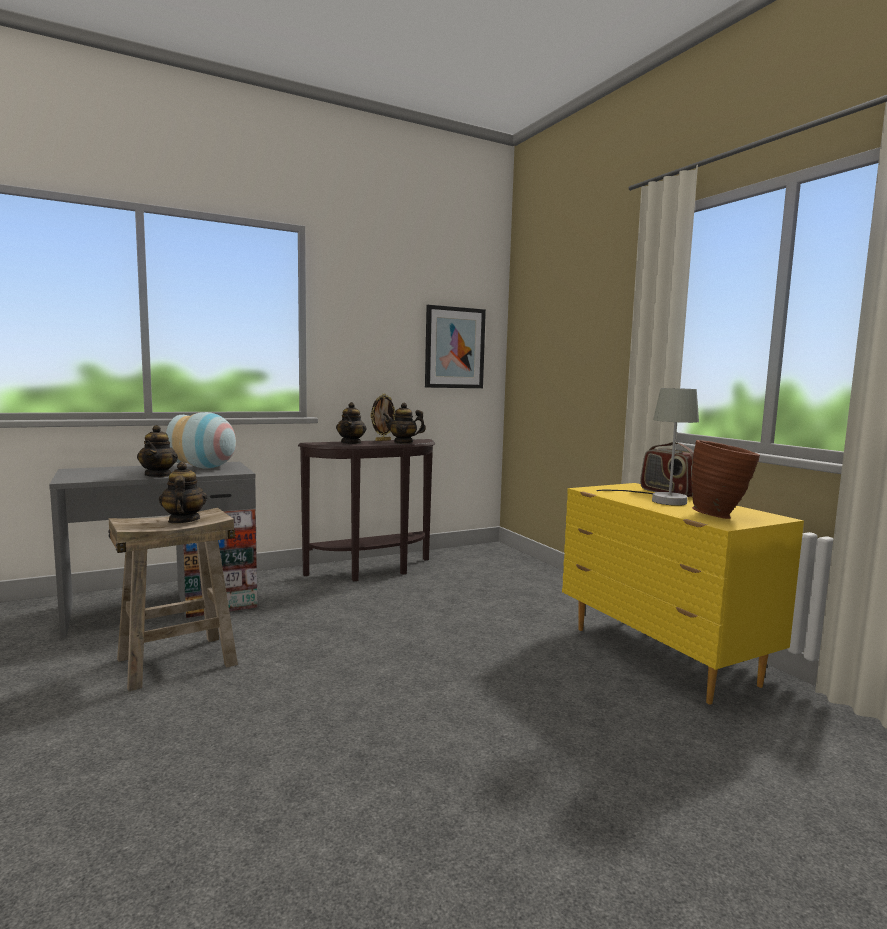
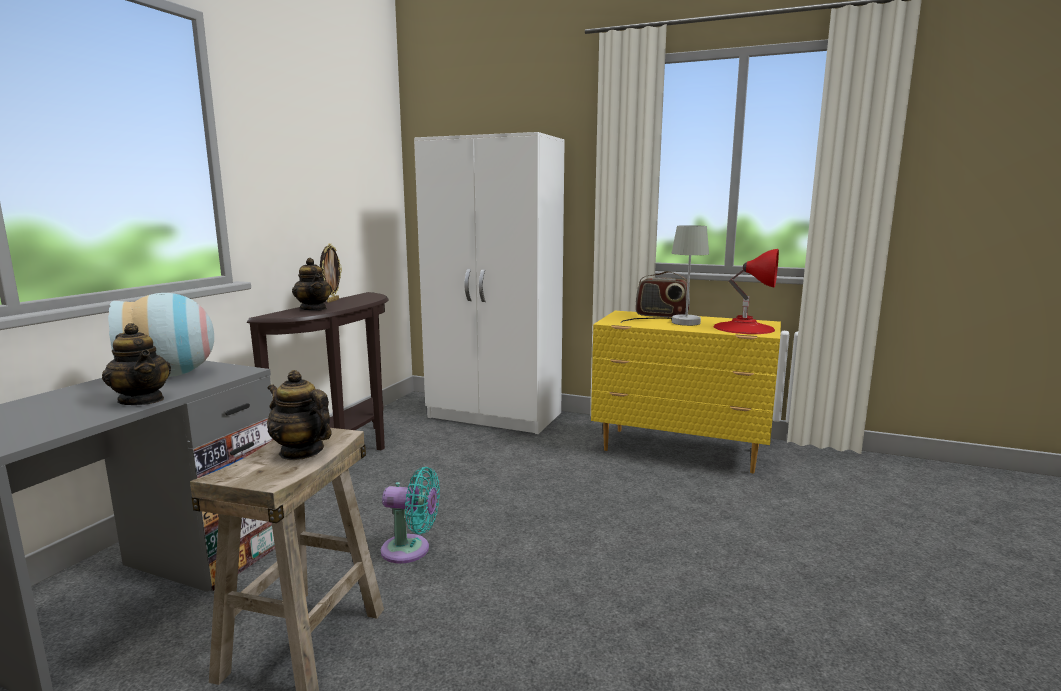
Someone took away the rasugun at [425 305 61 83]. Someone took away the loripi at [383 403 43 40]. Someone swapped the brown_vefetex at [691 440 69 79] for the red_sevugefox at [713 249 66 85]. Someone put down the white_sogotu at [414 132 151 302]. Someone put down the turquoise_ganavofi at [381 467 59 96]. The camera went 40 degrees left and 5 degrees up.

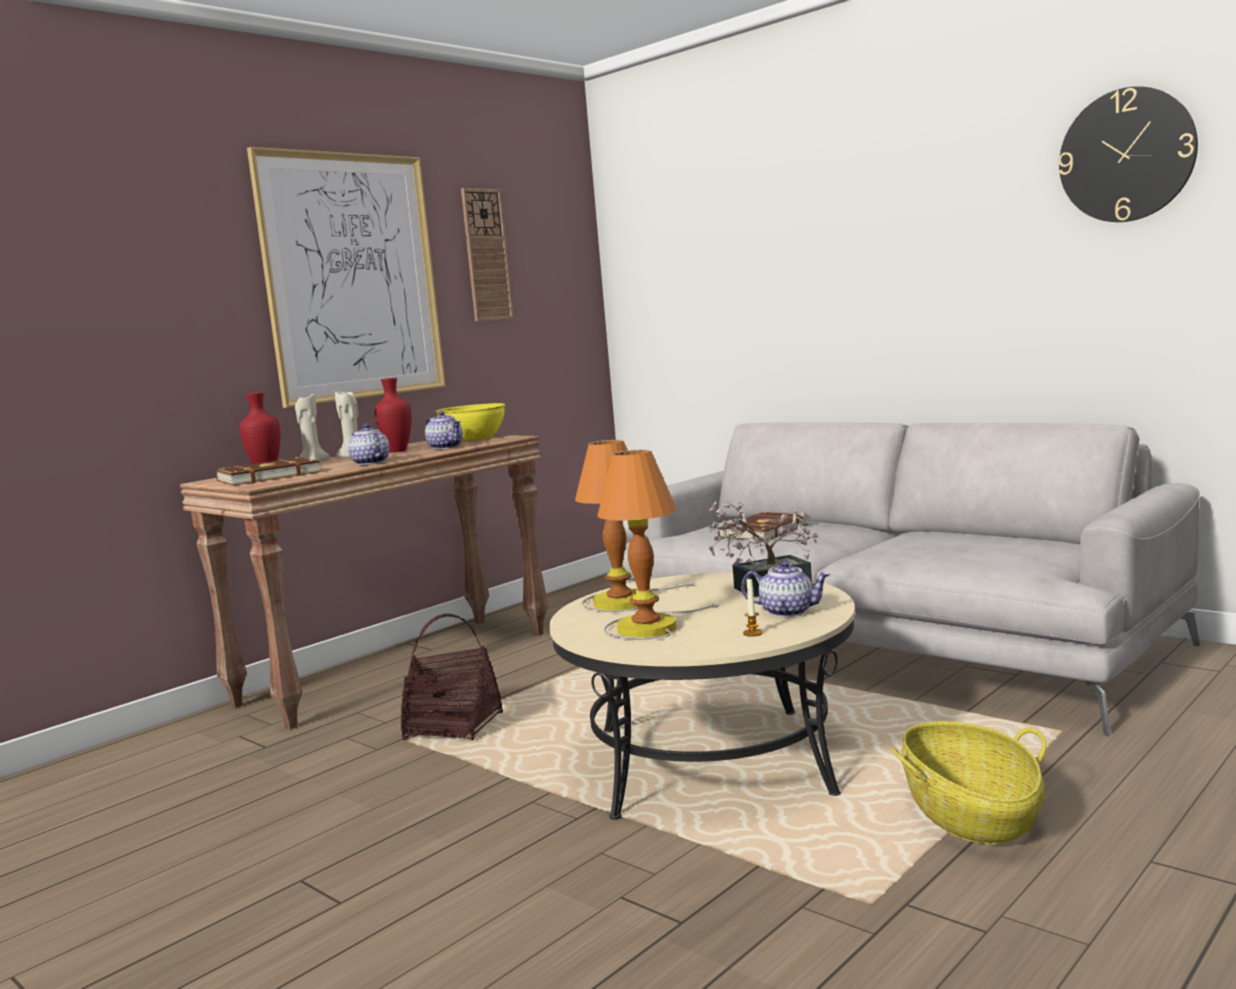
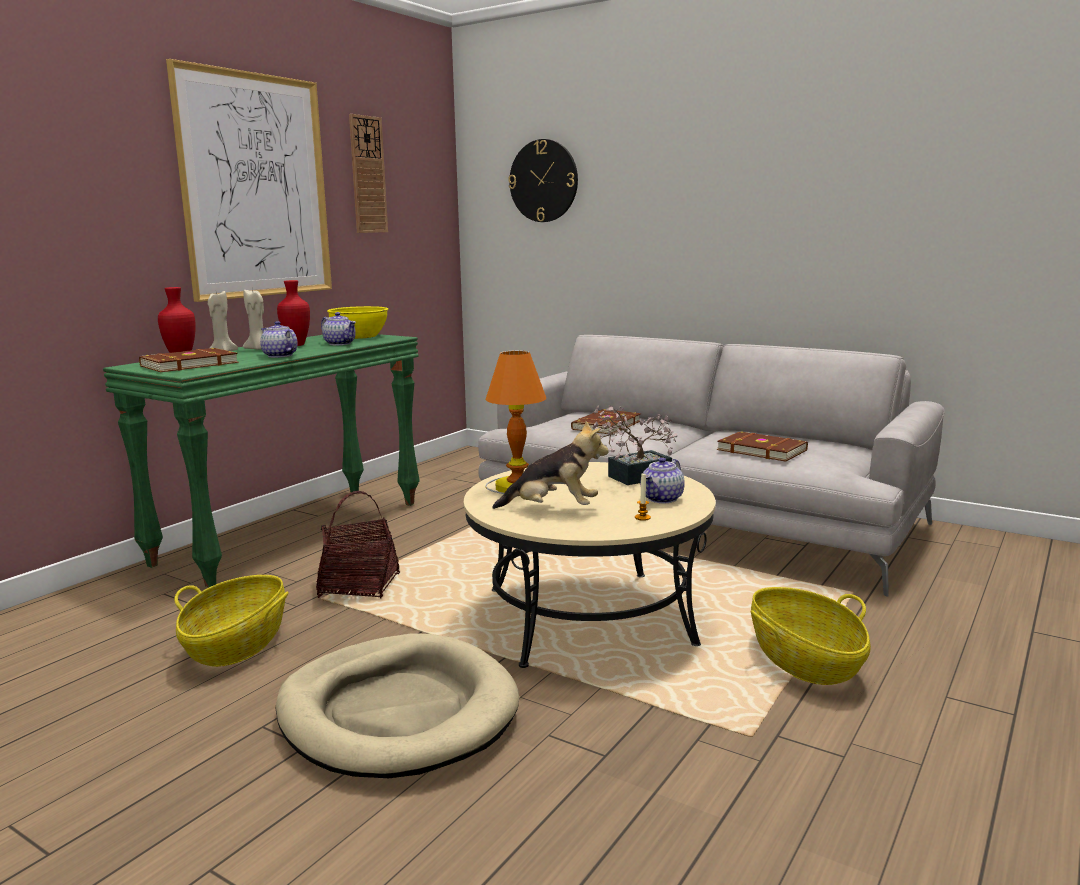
Someone carried the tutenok from [1059 86 139 136] to [508 139 70 83]. Someone repainted the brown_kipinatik at [180 435 369 295], which became the green_kipinatik at [103 334 317 253]. Someone swapped the sevugefox at [597 449 124 191] for the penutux at [492 421 117 88]. Someone rotated the loripi at [741 561 89 56] by 120 degrees clockwise. Someone put down the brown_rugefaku at [717 432 91 30]. Someone put down the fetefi at [174 575 115 92]. Someone put down the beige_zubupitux at [276 634 243 144]. The camera went 10 degrees left and 5 degrees up.

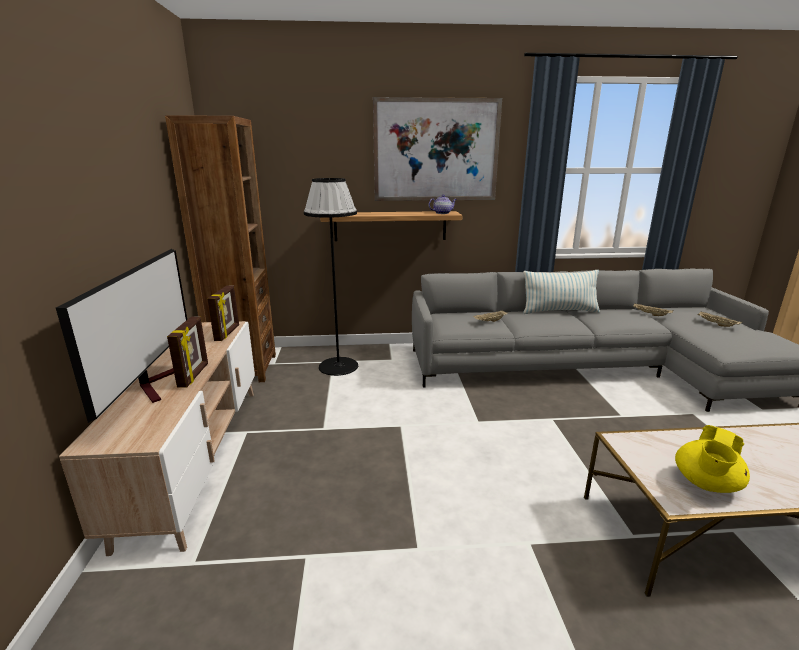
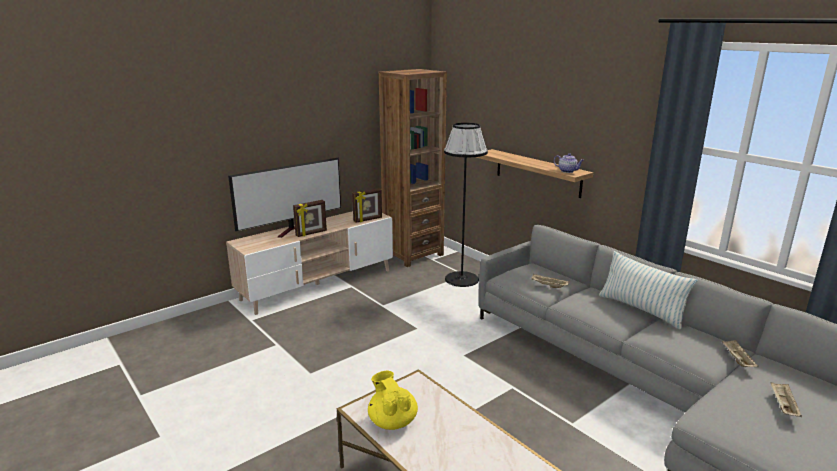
Someone took away the rasugun at [373 97 129 104]. Someone rotated the yellow_loripi at [675 425 75 68] by 60 degrees clockwise. The camera went 55 degrees right and 0 degrees up.

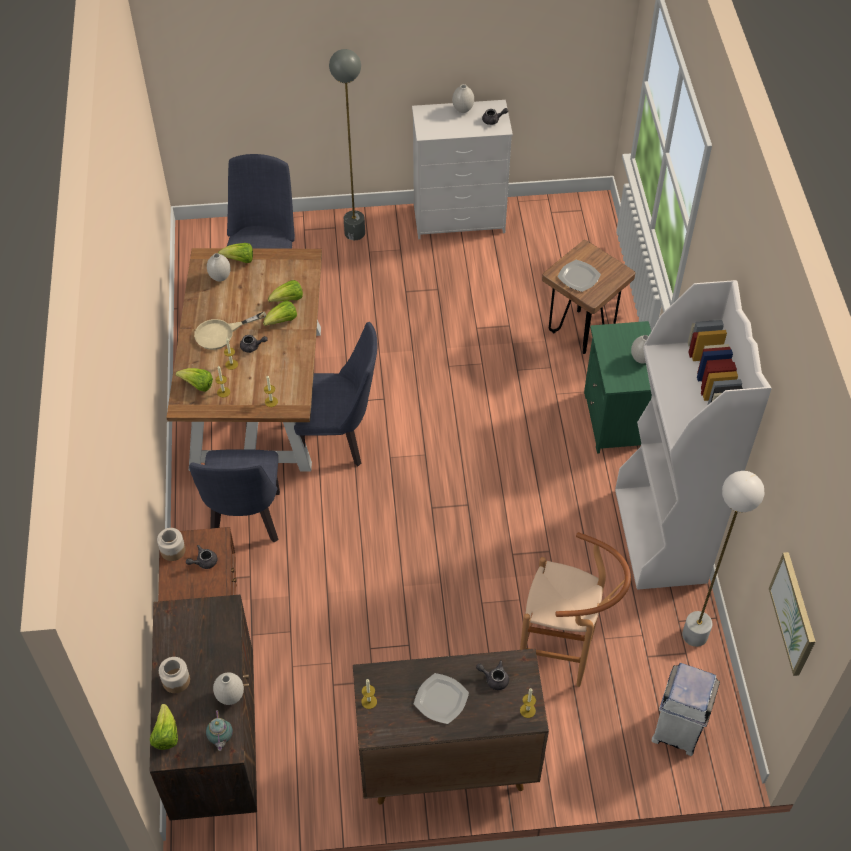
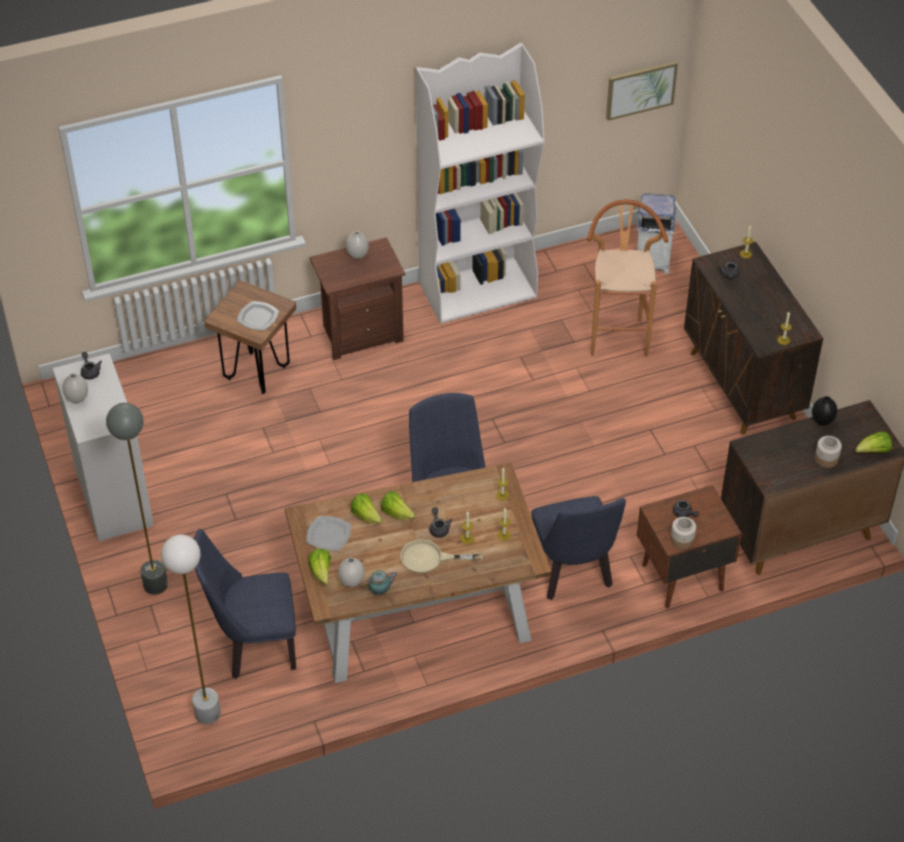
Someone rotated the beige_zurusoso at [194 312 72 38] by 135 degrees clockwise. Someone repainted the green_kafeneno at [584 321 68 133], which became the brown_kafeneno at [310 237 95 123]. Someone took away the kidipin at [176 368 37 24]. Someone rotated the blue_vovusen at [189 449 91 94] by 90 degrees clockwise. Someone carried the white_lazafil from [682 471 82 176] to [161 534 60 190]. Someone repainted the white_vefetex at [213 672 31 33], which became the black_vefetex at [812 396 25 30]. Someone carried the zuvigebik from [414 673 55 51] to [306 516 45 35]. Someone carried the loripi from [206 710 27 41] to [362 570 36 26]. The camera went 105 degrees left and 5 degrees down.

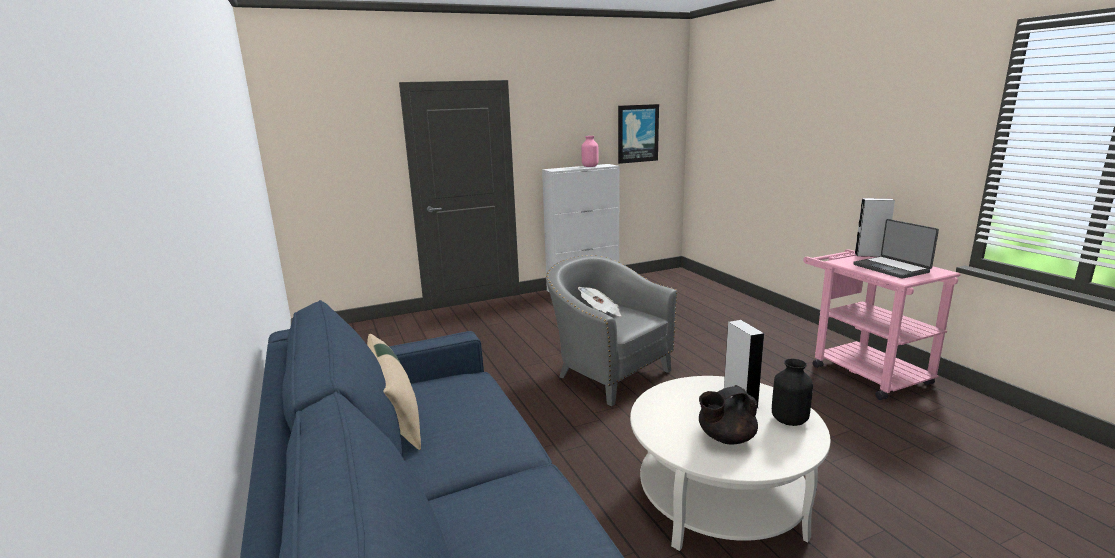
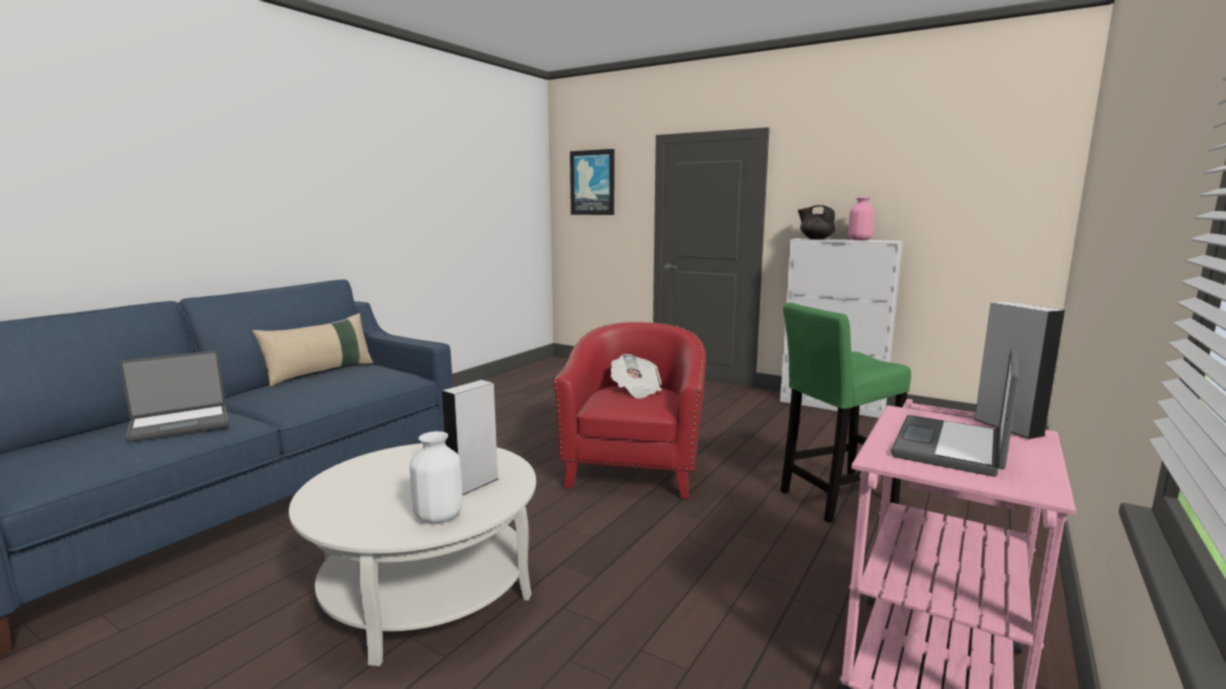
Someone carried the rasugun from [618 104 41 60] to [570 149 44 66]. Someone repainted the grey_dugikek at [546 255 131 151], which became the red_dugikek at [553 322 153 177]. Someone repainted the black_vefetex at [772 358 41 68], which became the white_vefetex at [410 431 53 93]. Someone carried the black_loripi from [699 385 59 60] to [798 205 38 34]. Someone put down the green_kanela at [780 303 131 220]. Someone put down the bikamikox at [120 351 109 91]. The camera went 55 degrees right and 5 degrees down.

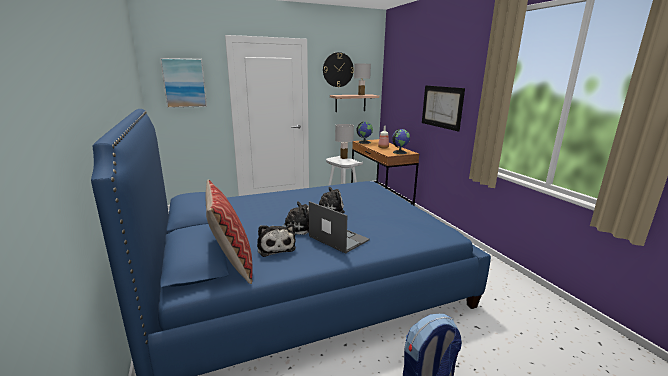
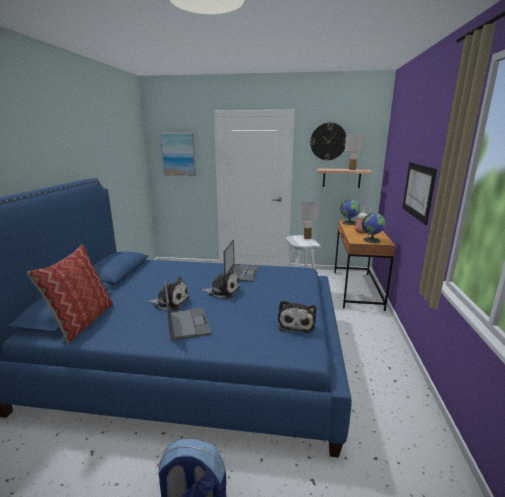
Someone carried the penutux from [257 224 39 33] to [278 300 38 33]. Someone put down the bikamikox at [223 240 36 42]. The camera went 30 degrees right and 0 degrees up.

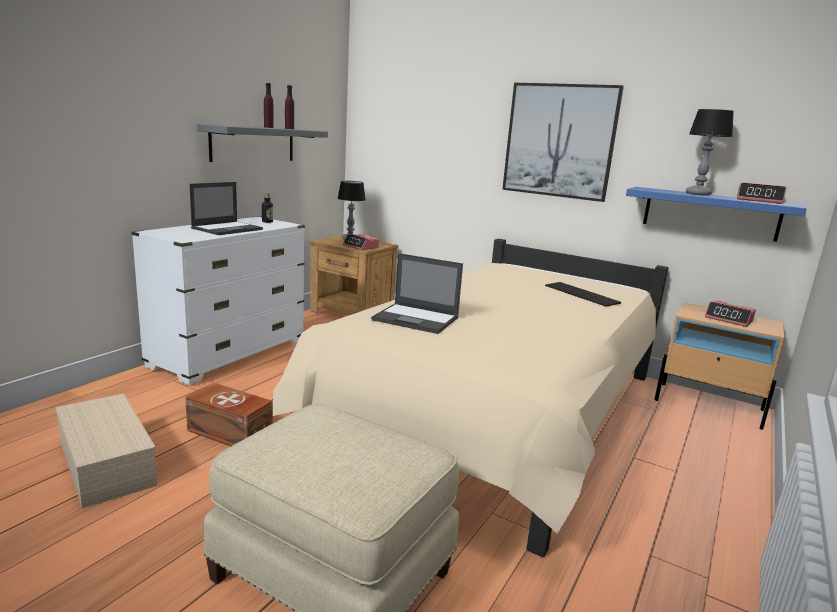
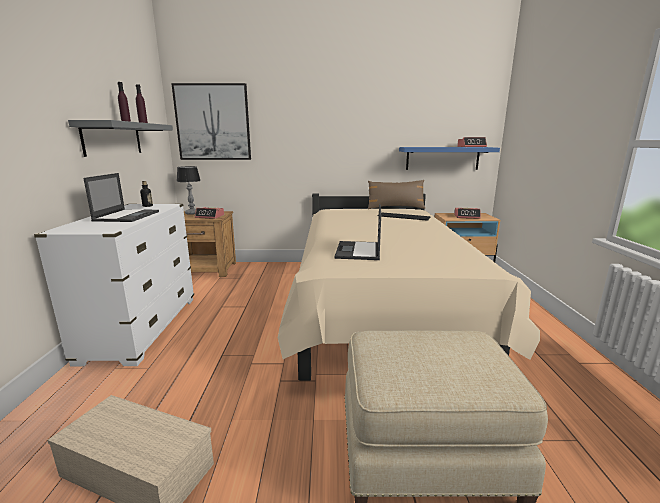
Someone carried the rasugun from [502 83 122 119] to [171 83 80 77]. Someone took away the sevugefox at [686 109 48 87]. Someone rotated the bikamikox at [371 253 92 81] by 105 degrees clockwise. Someone took away the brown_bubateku at [185 383 88 63]. Someone put down the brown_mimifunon at [368 180 57 29]. The camera went 30 degrees left and 0 degrees up.

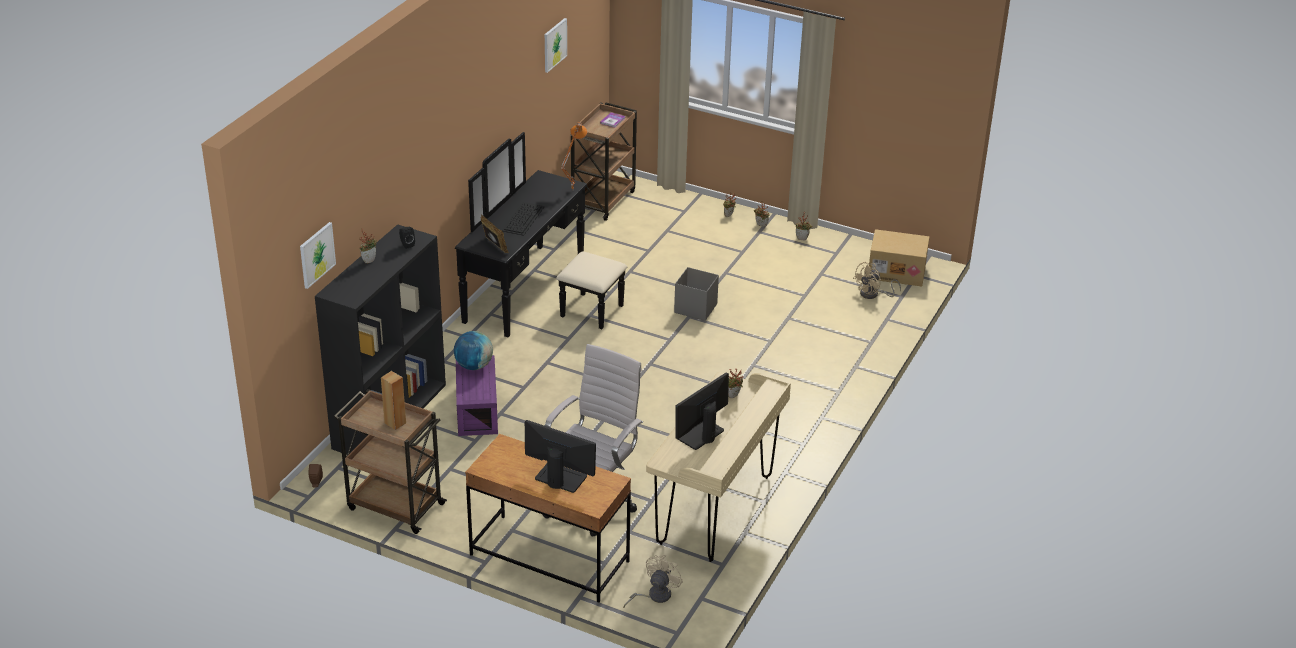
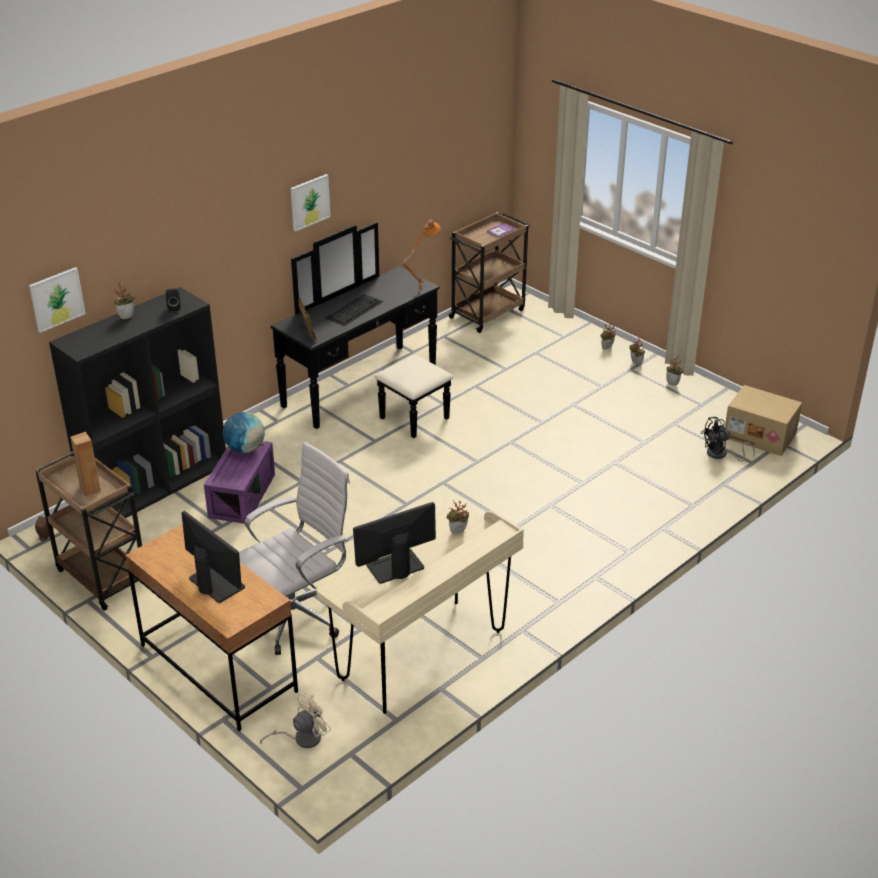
Someone carried the rasugun from [545 18 22 55] to [291 174 39 58]. Someone repainted the beige_ganavofi at [853 262 48 37], which became the black_ganavofi at [701 417 54 44]. Someone took away the grey_bubateku at [674 267 45 54]. The camera went 20 degrees right and 0 degrees up.

